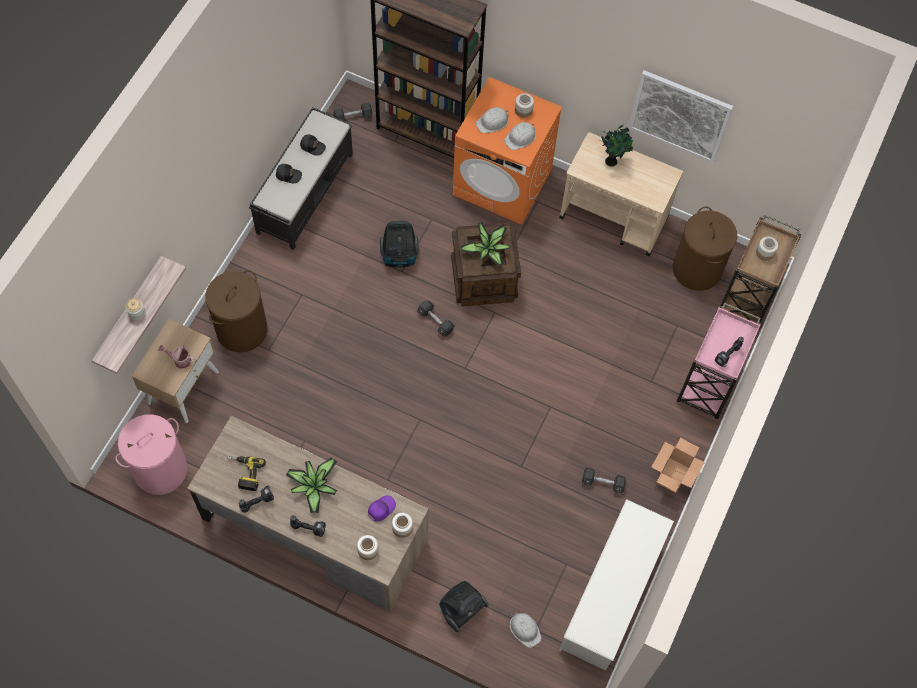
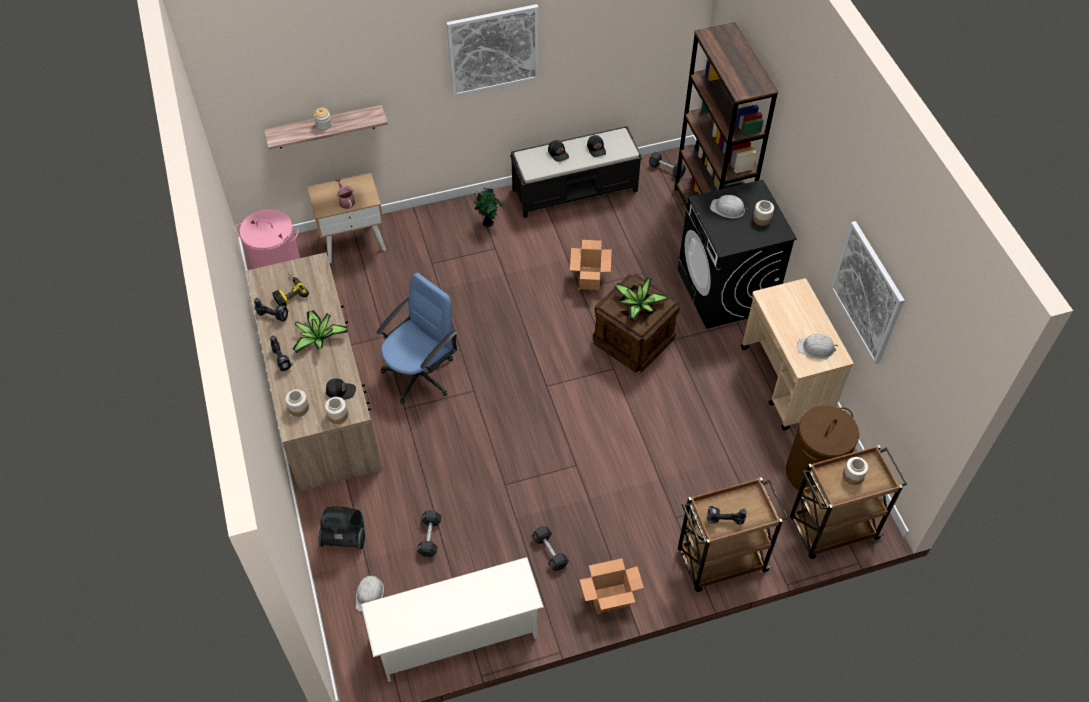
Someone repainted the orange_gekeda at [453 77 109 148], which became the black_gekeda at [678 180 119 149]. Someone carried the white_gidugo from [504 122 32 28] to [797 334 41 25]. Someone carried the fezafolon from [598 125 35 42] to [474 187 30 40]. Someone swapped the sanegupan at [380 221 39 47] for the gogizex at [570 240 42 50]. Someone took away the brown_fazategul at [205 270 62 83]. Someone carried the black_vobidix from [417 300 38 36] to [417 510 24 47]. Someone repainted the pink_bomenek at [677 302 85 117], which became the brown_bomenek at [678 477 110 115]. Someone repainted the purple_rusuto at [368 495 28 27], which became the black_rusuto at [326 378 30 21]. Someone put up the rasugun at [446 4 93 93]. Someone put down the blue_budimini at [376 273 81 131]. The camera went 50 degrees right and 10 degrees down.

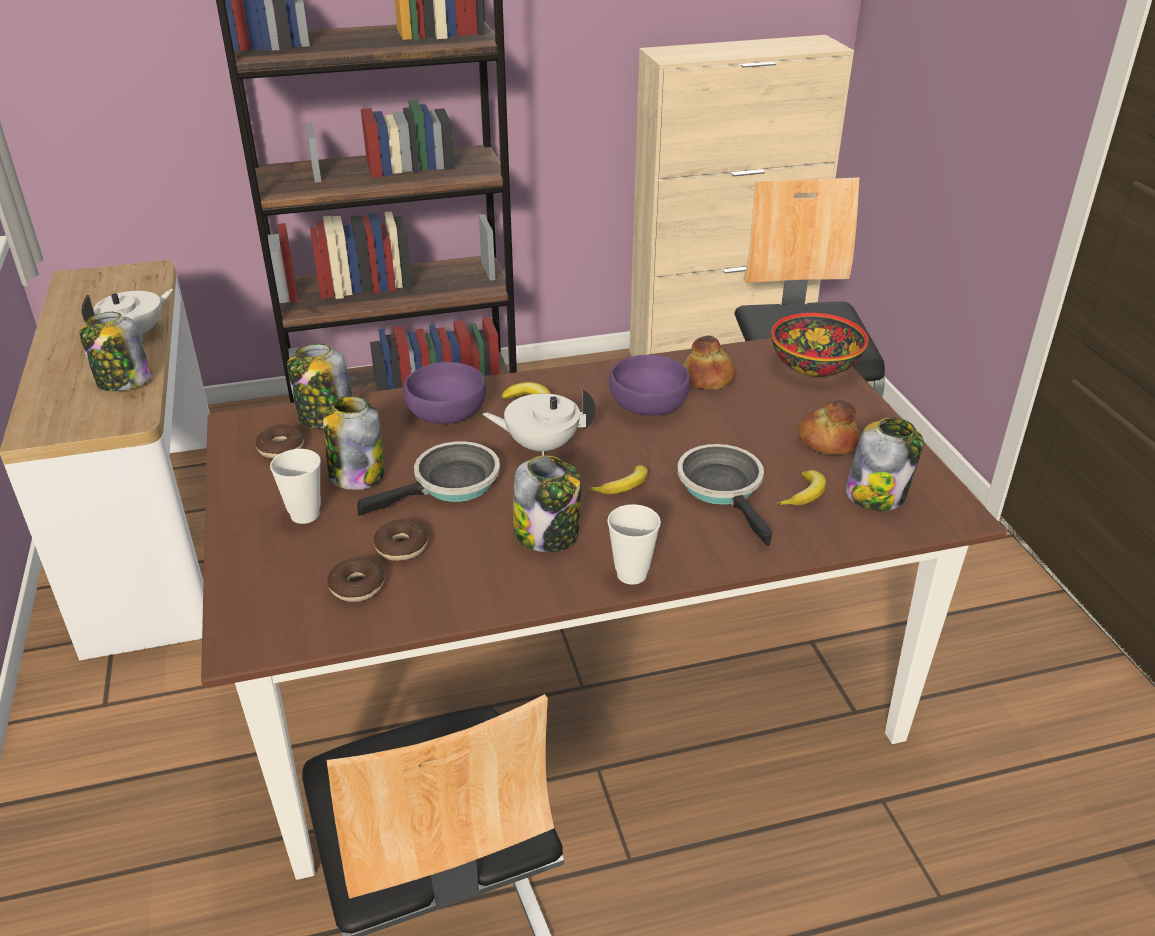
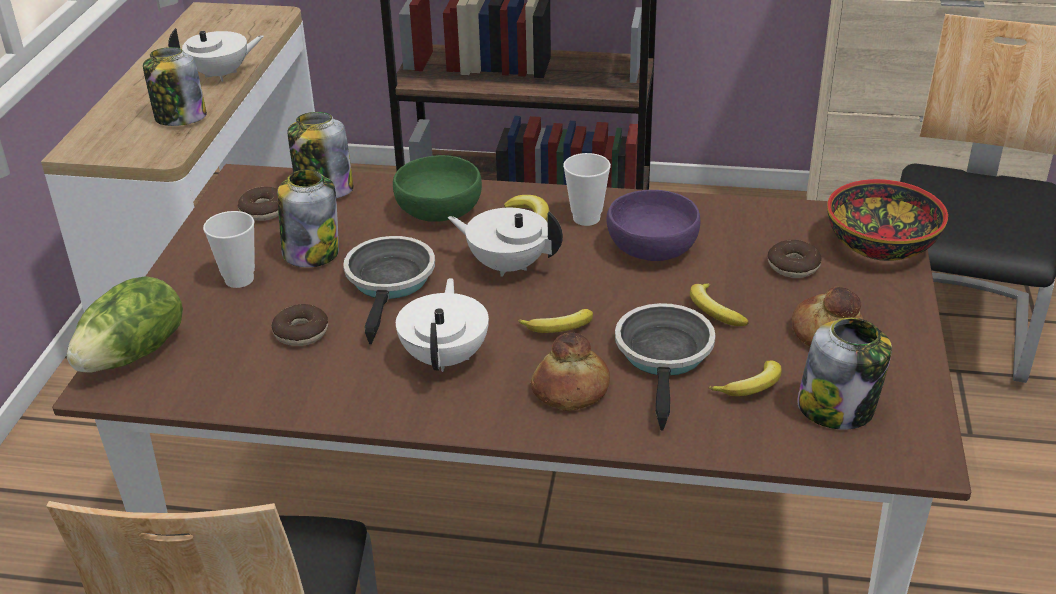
Someone carried the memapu from [683 336 53 54] to [531 332 79 79]. Someone repainted the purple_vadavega at [403 362 83 62], which became the green_vadavega at [393 155 89 67]. Someone rotated the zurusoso at [357 441 143 75] by 75 degrees counterclockwise. Someone swapped the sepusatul at [513 456 68 96] for the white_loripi at [396 278 93 94]. Someone carried the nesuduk from [607 504 54 81] to [563 153 48 73]. Someone carried the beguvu from [327 557 58 45] to [768 240 54 38]. Someone put down the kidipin at [67 276 116 96]. Someone put down the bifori at [690 283 59 43]. The camera went 25 degrees right and 0 degrees up.

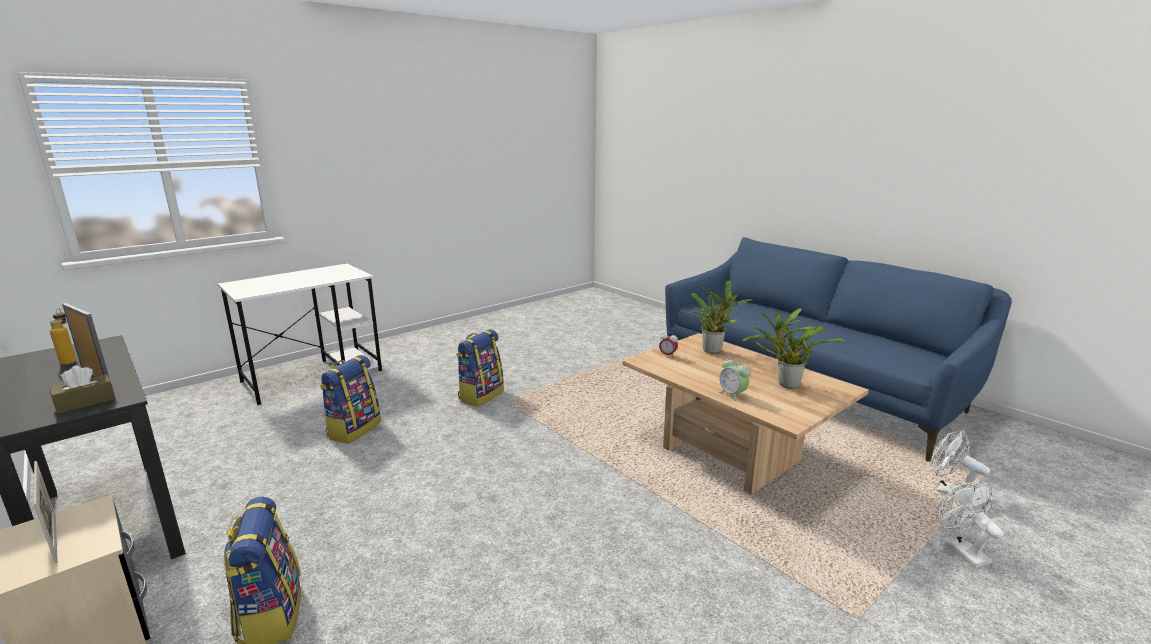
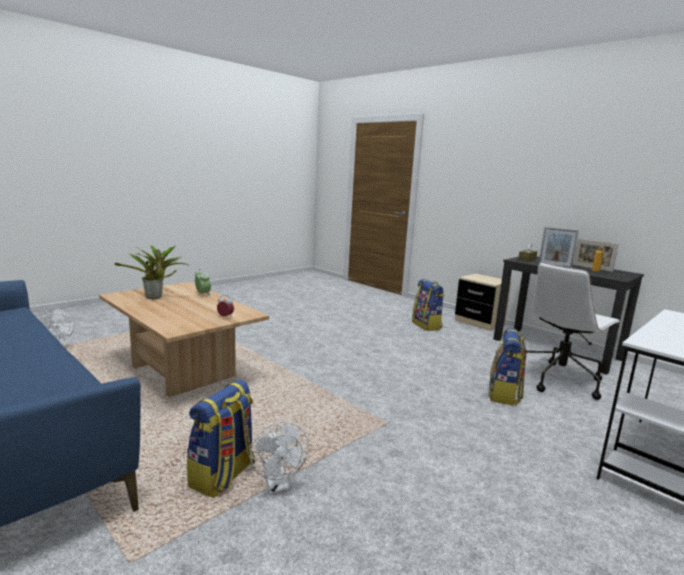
Someone took away the fezafolon at [689 281 63 73]. Someone carried the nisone from [456 329 48 78] to [187 380 68 118]. Someone carried the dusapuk from [34 461 24 102] to [573 239 46 33]. Someone carried the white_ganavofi from [939 482 65 86] to [250 422 59 73]. Someone put down the white_budimini at [526 262 94 138]. The camera went 175 degrees right and 5 degrees down.

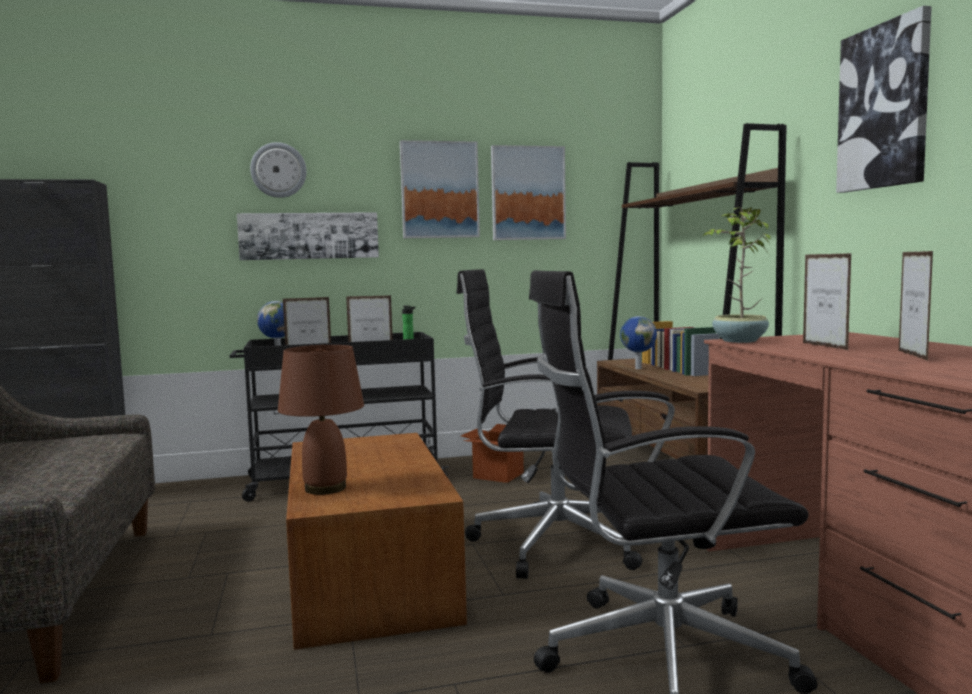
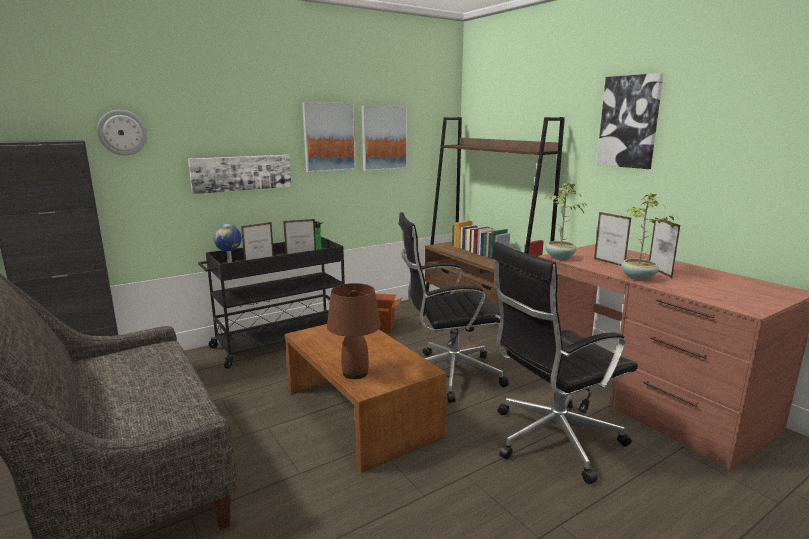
Someone carried the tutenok from [250 142 57 56] to [97 110 51 46]. Someone took away the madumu at [620 316 37 53]. Someone put down the fezafolon at [621 192 58 89]. The camera went 20 degrees left and 10 degrees up.

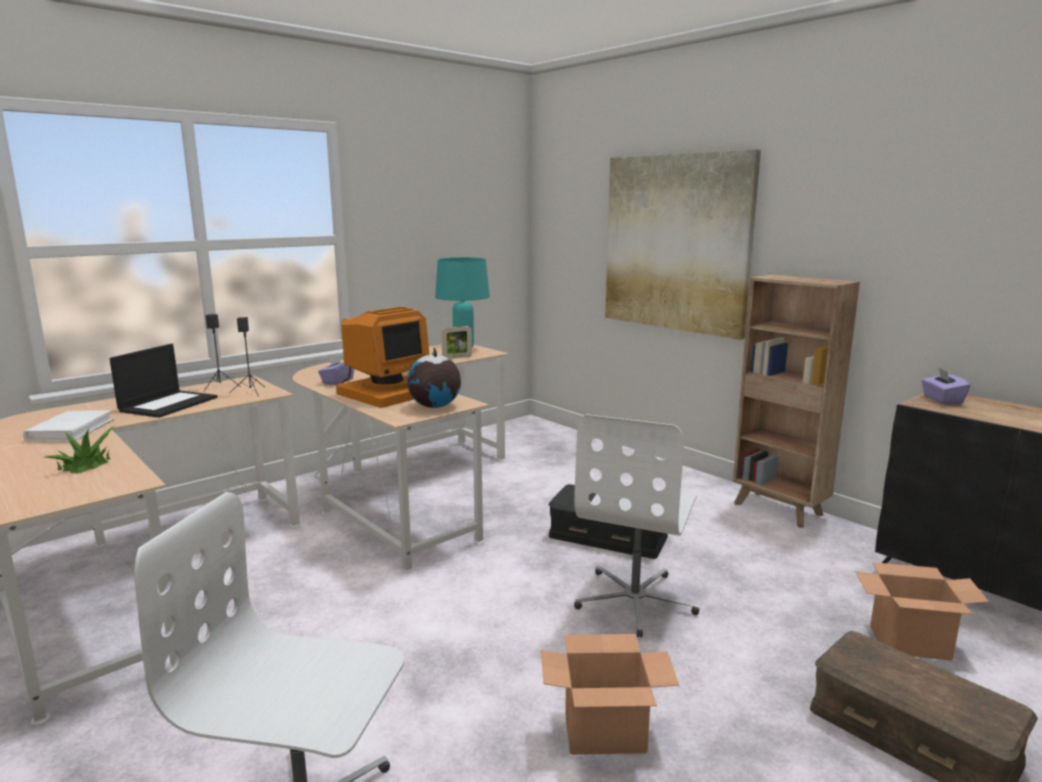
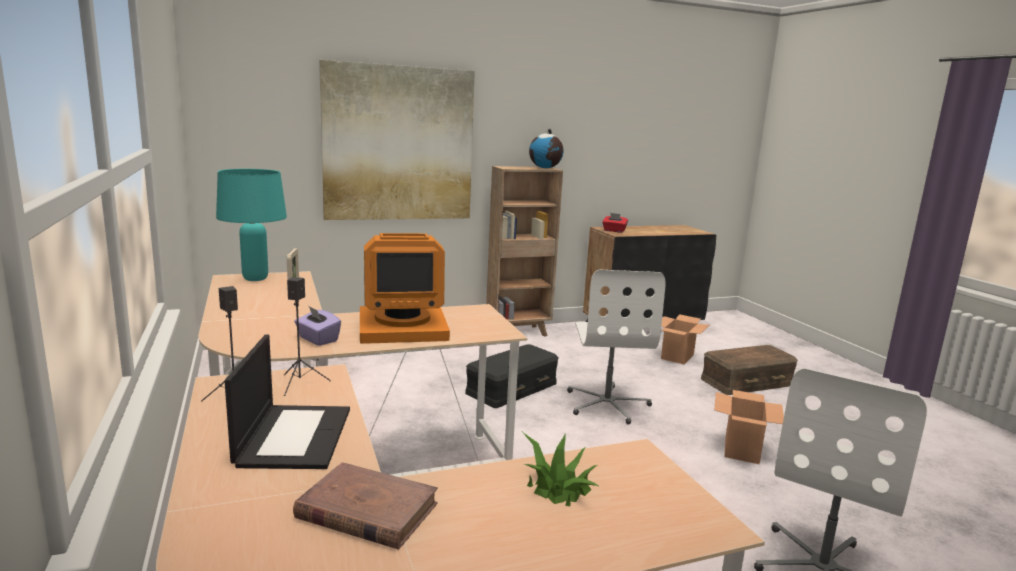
Someone rotated the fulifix at [336 307 94 101] by 105 degrees clockwise. Someone rotated the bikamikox at [109 344 108 74] by 45 degrees clockwise. Someone carried the madumu from [407 348 54 60] to [529 128 35 40]. Someone repainted the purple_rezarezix at [921 367 49 37], which became the red_rezarezix at [603 213 25 20]. Someone repainted the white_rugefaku at [23 410 91 32], which became the brown_rugefaku at [293 462 145 88]. Someone rotated the white_budimini at [574 414 125 224] by 45 degrees clockwise. The camera went 70 degrees left and 0 degrees up.

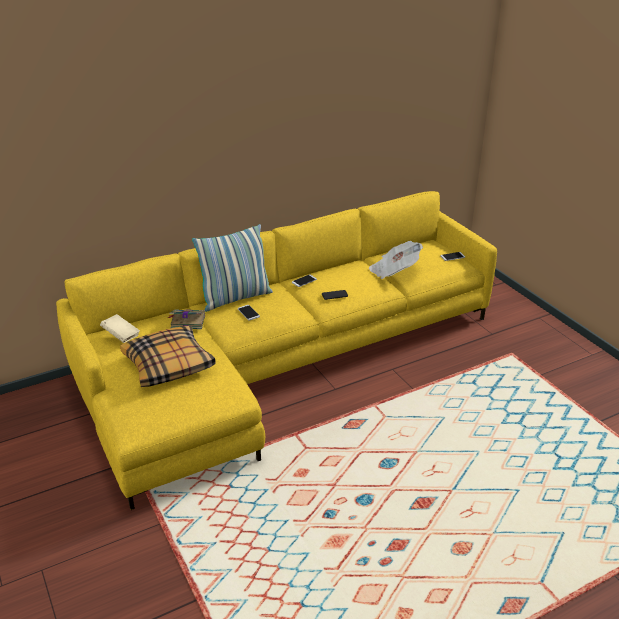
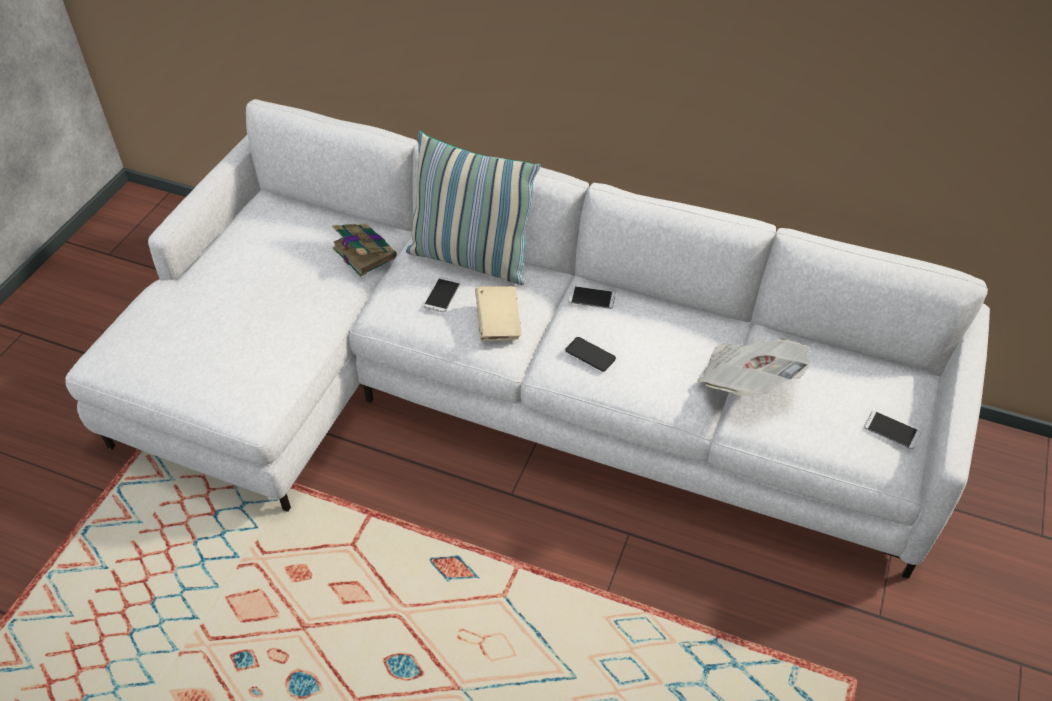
Someone repainted the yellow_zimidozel at [56 191 441 319], which became the white_zimidozel at [65 99 925 480]. Someone carried the beige_rugefaku from [100 314 40 29] to [475 286 47 55]. Someone took away the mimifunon at [120 325 96 62]. The camera went 50 degrees right and 15 degrees up.

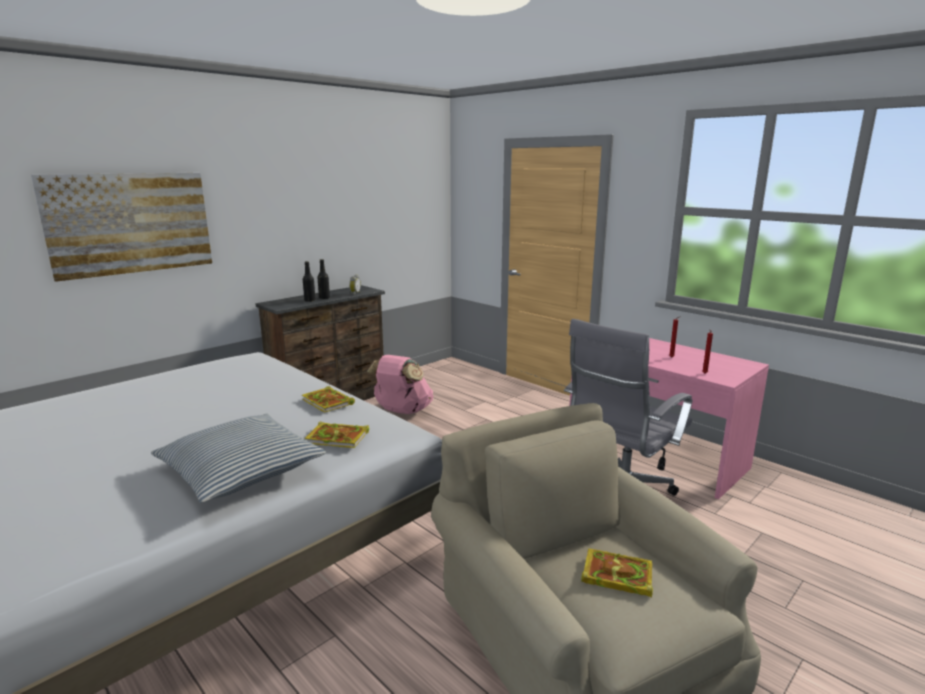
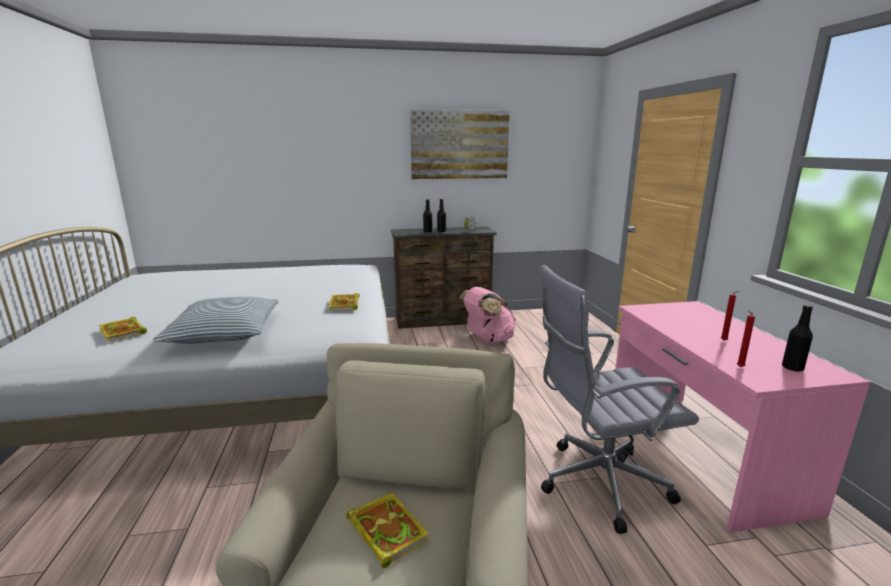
Someone carried the rasugun from [31 173 181 109] to [410 110 100 69]. Someone carried the rugefaku from [305 422 64 26] to [99 317 48 25]. Someone put down the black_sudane at [782 305 31 67]. The camera went 35 degrees right and 0 degrees up.

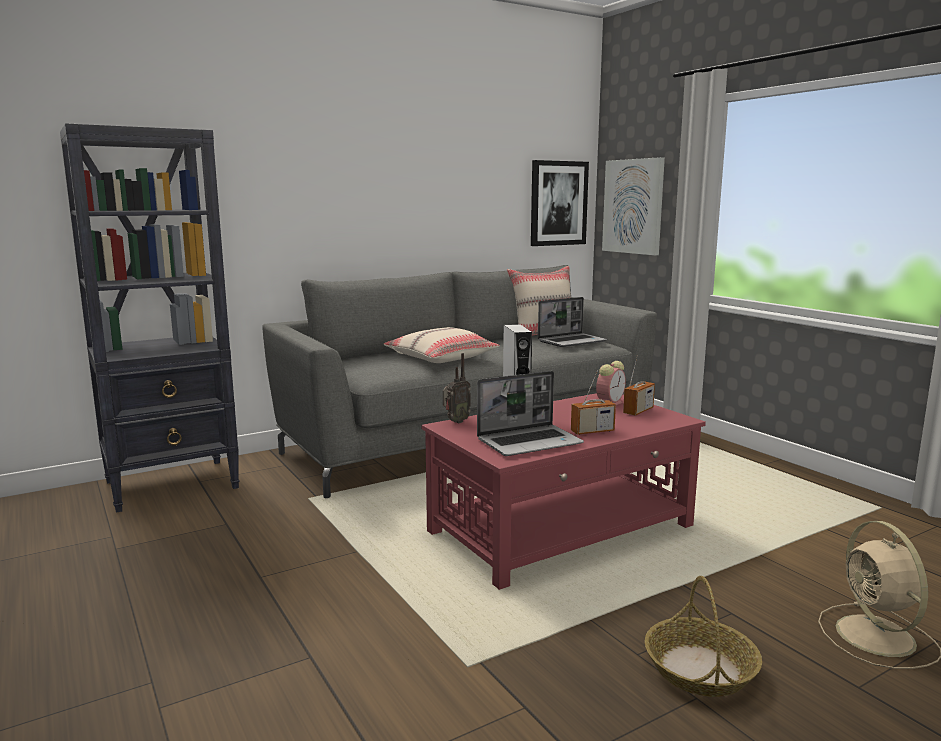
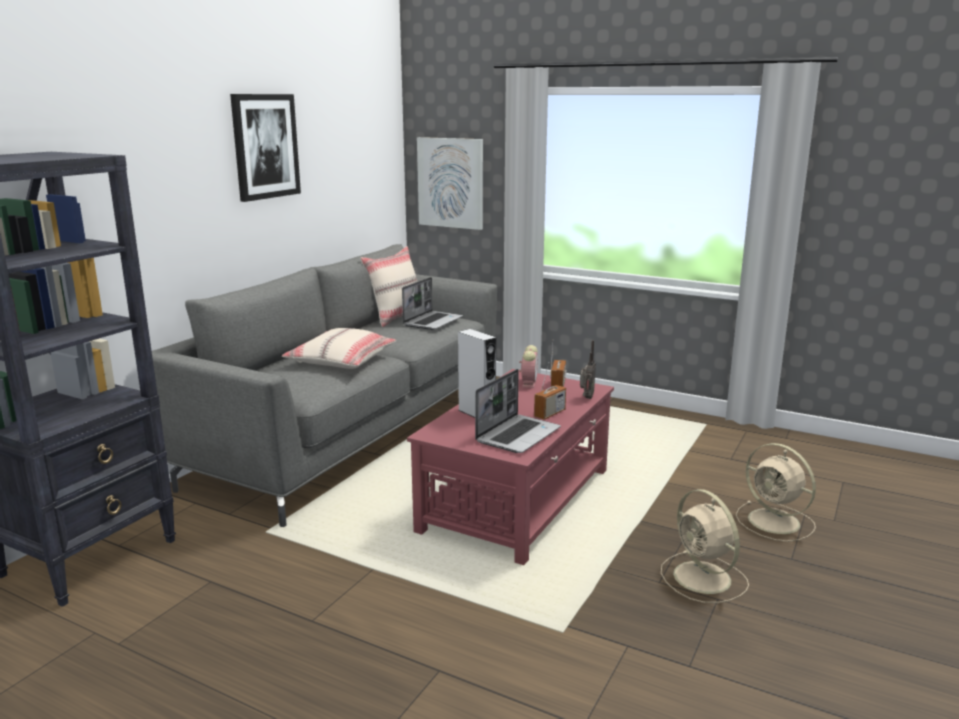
Someone carried the rasugun from [531 160 58 86] to [230 94 71 108]. Someone carried the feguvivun from [443 353 28 70] to [580 340 16 59]. Someone swapped the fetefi at [645 576 117 121] for the beige_ganavofi at [661 489 88 114]. The camera went 30 degrees left and 5 degrees up.

